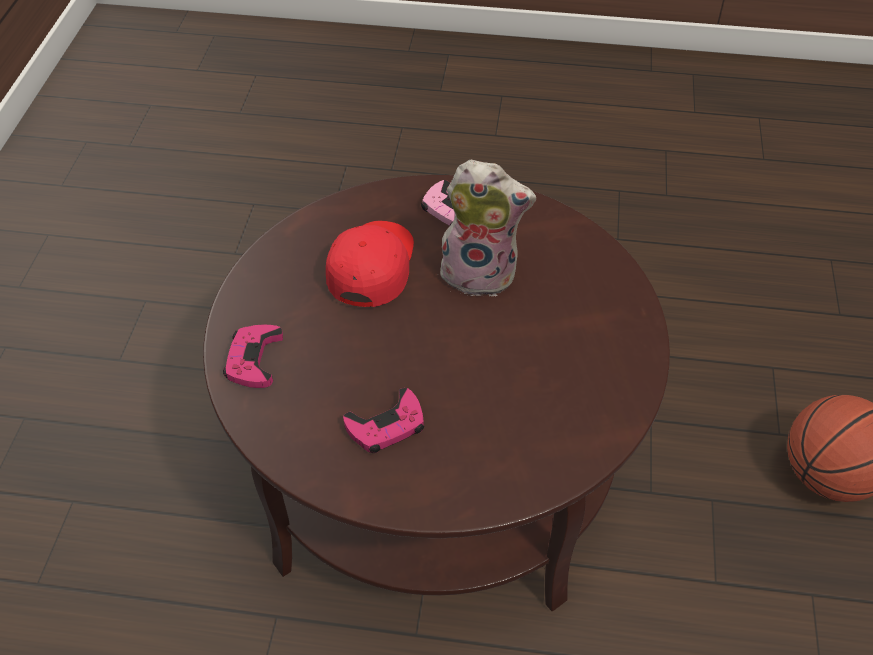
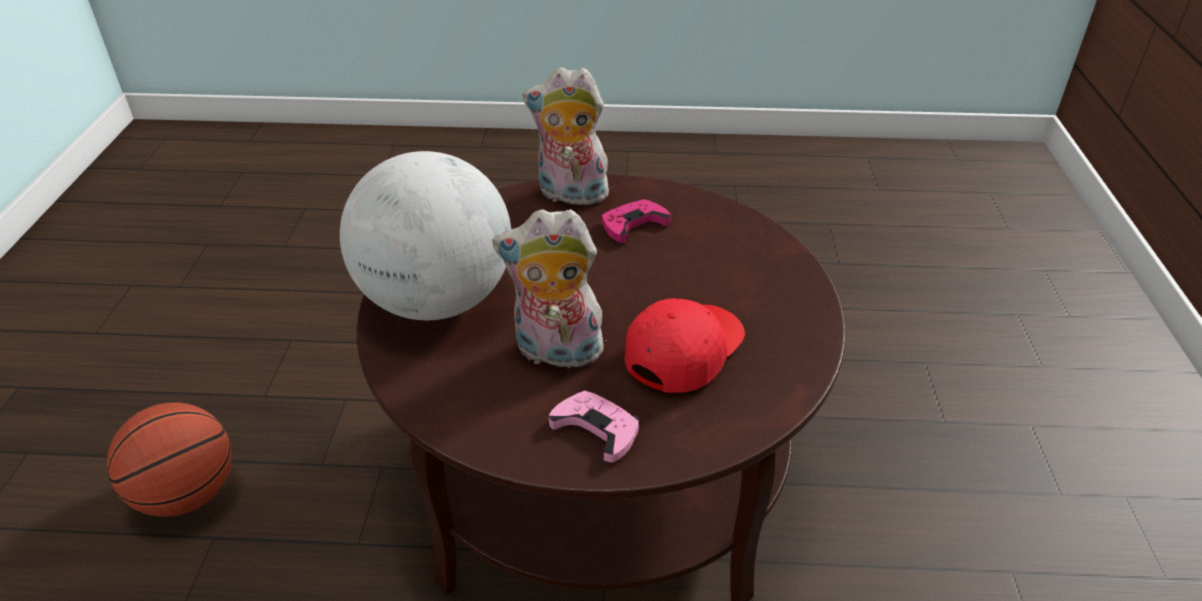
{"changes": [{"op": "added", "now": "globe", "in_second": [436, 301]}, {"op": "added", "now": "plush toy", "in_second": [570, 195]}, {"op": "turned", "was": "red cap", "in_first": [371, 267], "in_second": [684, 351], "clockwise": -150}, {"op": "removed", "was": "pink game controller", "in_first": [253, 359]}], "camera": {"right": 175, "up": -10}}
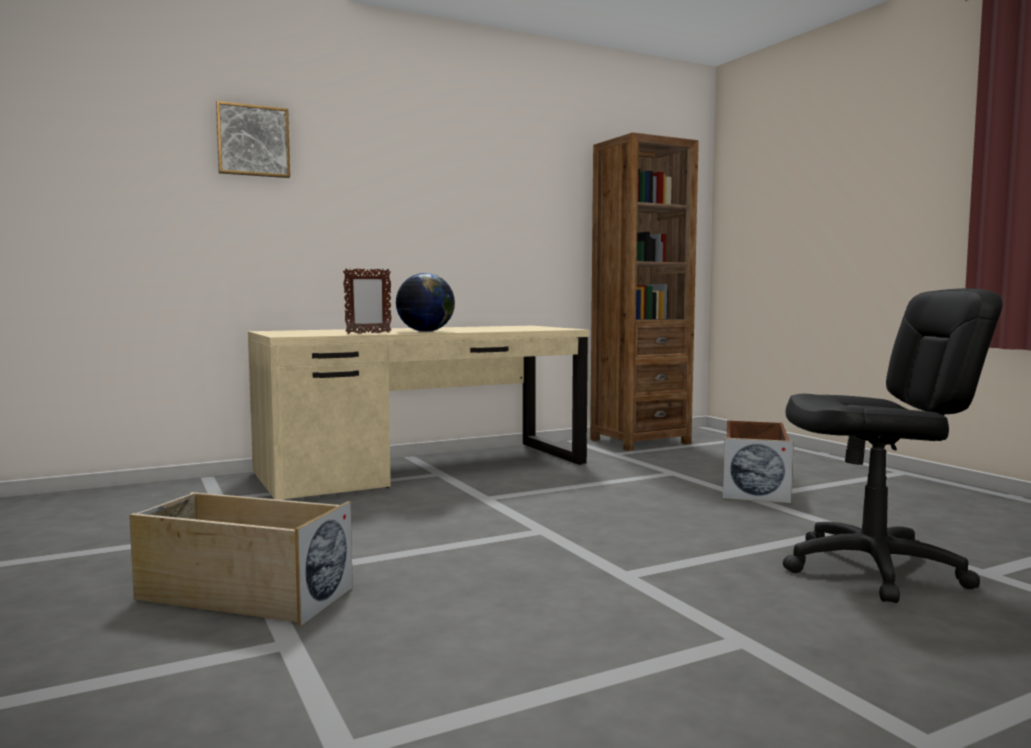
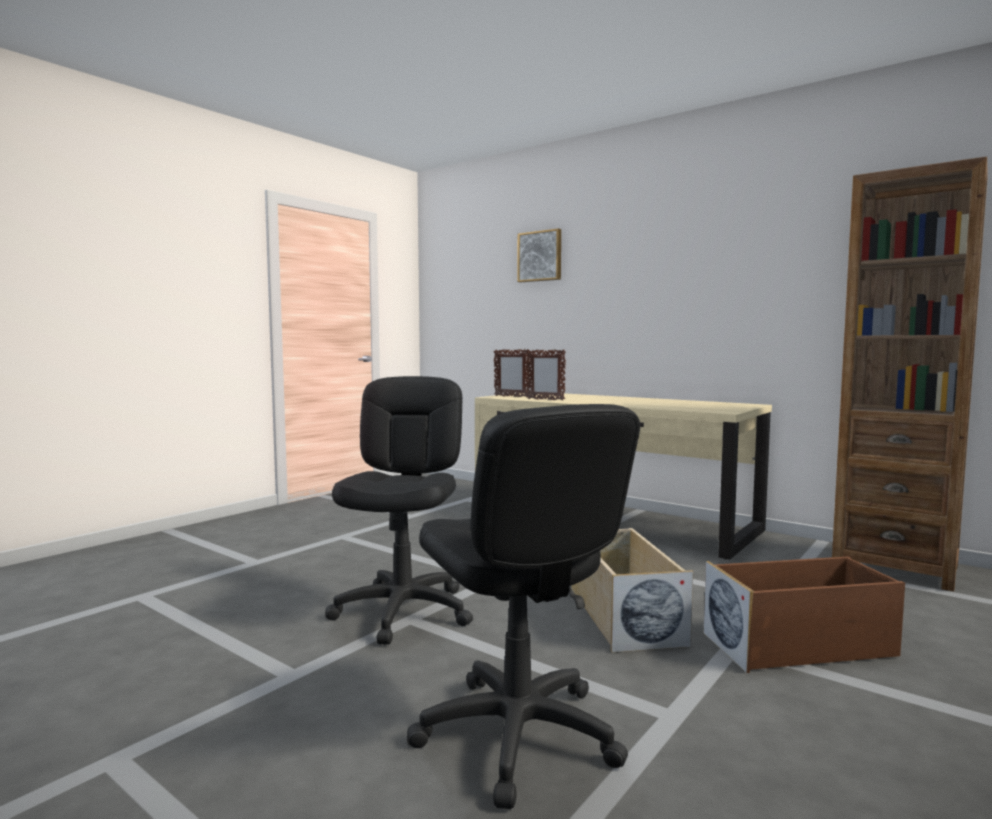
{"changes": [{"op": "added", "now": "black office chair", "in_second": [404, 612]}, {"op": "added", "now": "picture frame", "in_second": [511, 396]}, {"op": "moved", "was": "beige storage box", "in_first": [242, 594], "in_second": [622, 614]}, {"op": "removed", "was": "globe", "in_first": [425, 331]}], "camera": {"right": 65, "up": 0}}
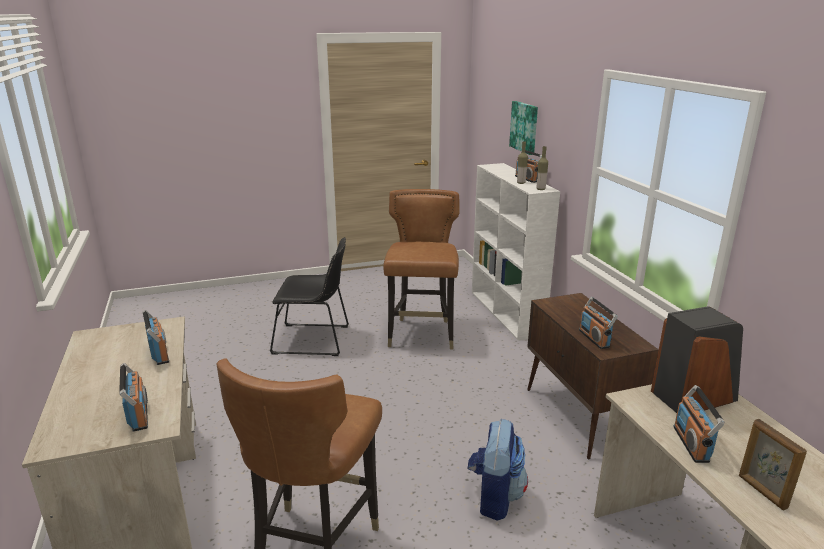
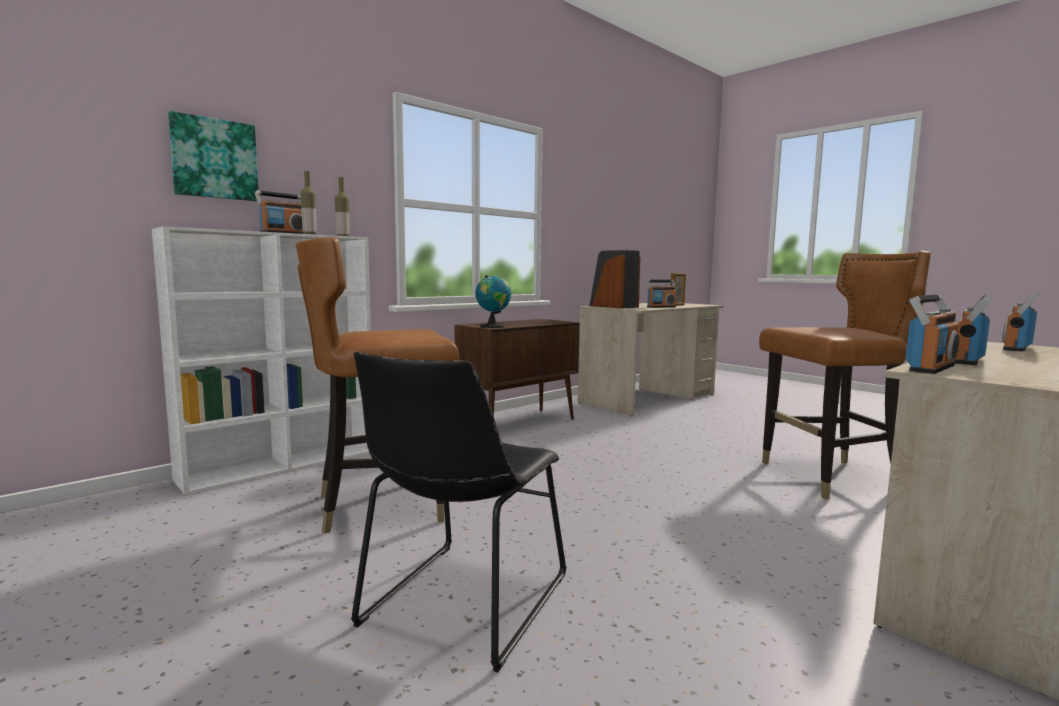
{"changes": [{"op": "turned", "was": "black chair", "in_first": [315, 340], "in_second": [461, 604], "clockwise": -135}, {"op": "added", "now": "globe", "in_second": [493, 326]}, {"op": "moved", "was": "radio", "in_first": [594, 338], "in_second": [930, 368]}, {"op": "removed", "was": "backpack", "in_first": [494, 497]}], "camera": {"right": -115, "up": -15}}
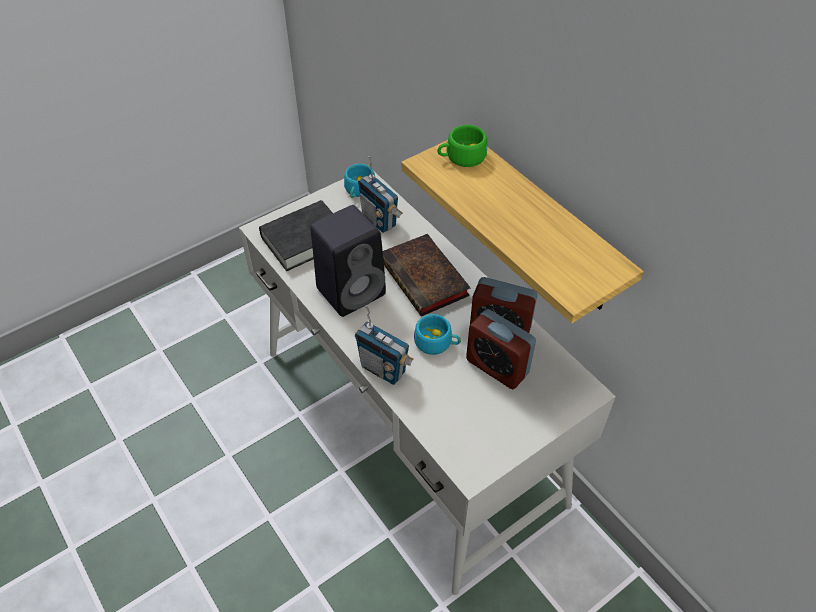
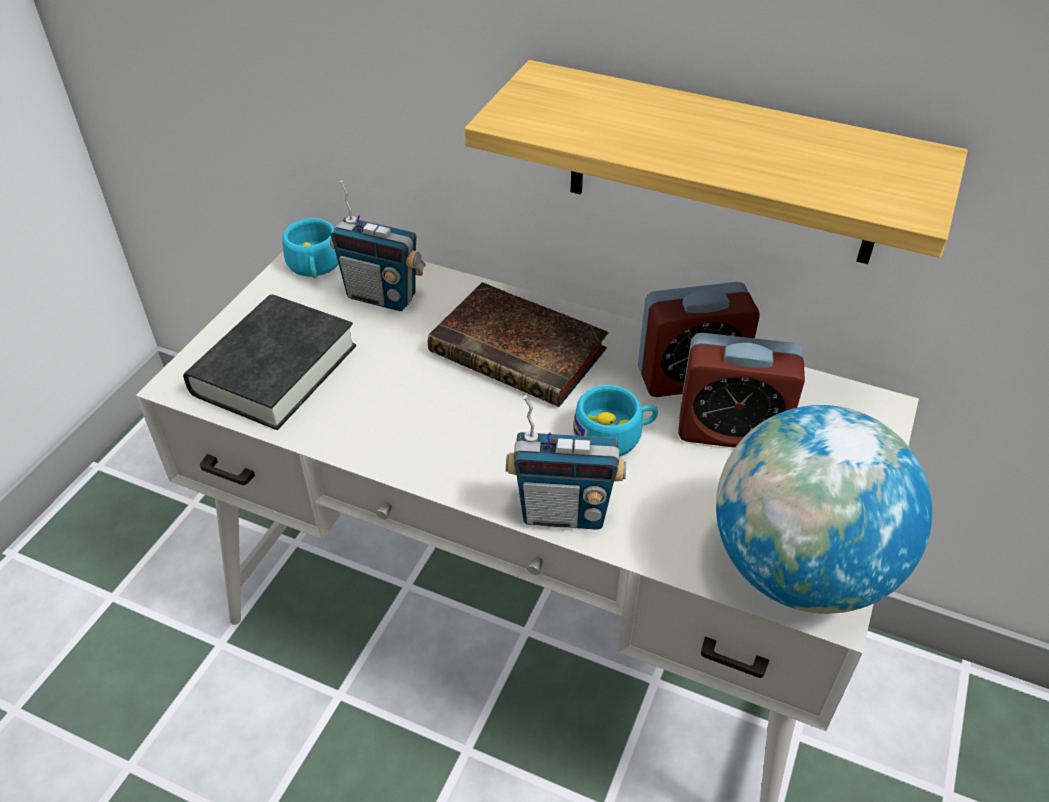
{"changes": [{"op": "added", "now": "globe", "in_second": [799, 569]}, {"op": "removed", "was": "black speaker", "in_first": [352, 290]}, {"op": "removed", "was": "green cup", "in_first": [461, 157]}], "camera": {"right": -30, "up": -5}}
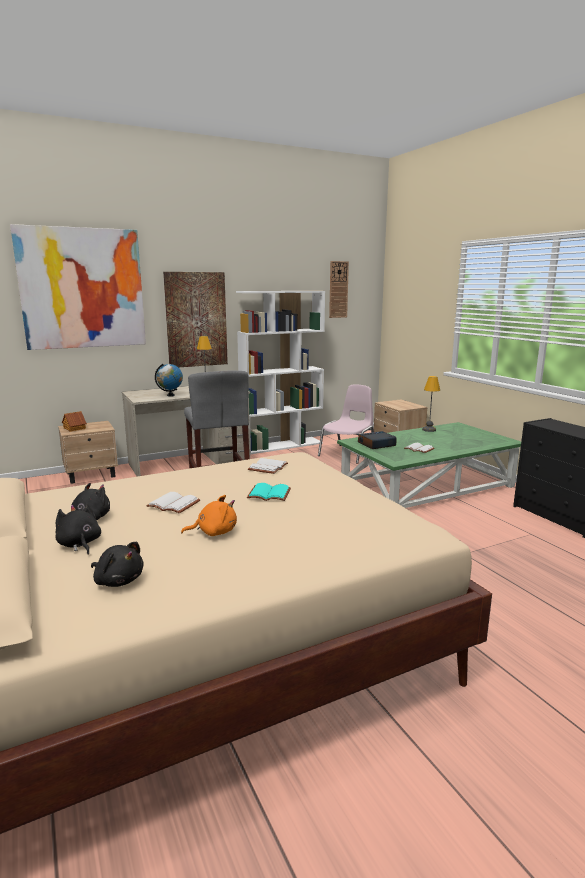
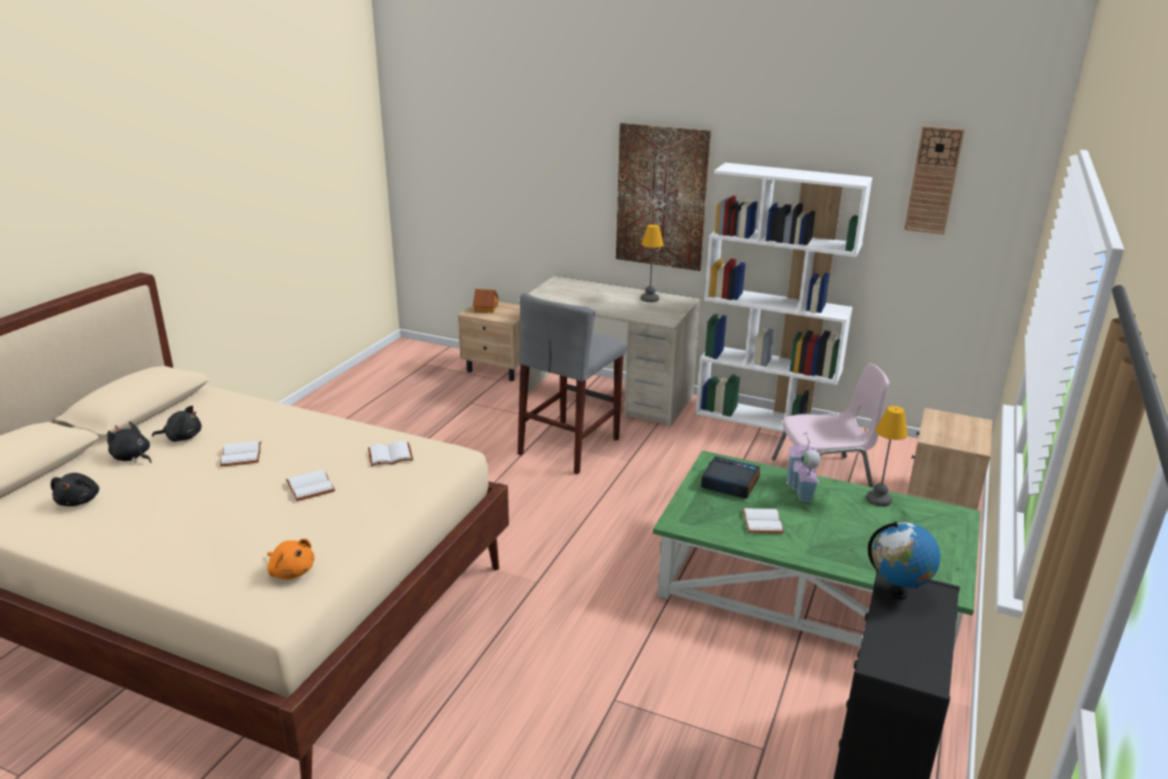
{"changes": [{"op": "turned", "was": "black plush toy", "in_first": [79, 544], "in_second": [132, 457], "clockwise": -75}, {"op": "moved", "was": "orange plush toy", "in_first": [214, 532], "in_second": [291, 571]}, {"op": "recoloured", "was": "turquoise book", "now": "white book", "in_first": [268, 494], "in_second": [308, 486]}, {"op": "added", "now": "toy house", "in_second": [801, 488]}, {"op": "moved", "was": "globe", "in_first": [170, 395], "in_second": [897, 593]}, {"op": "removed", "was": "picture", "in_first": [82, 288]}], "camera": {"right": 50, "up": 10}}
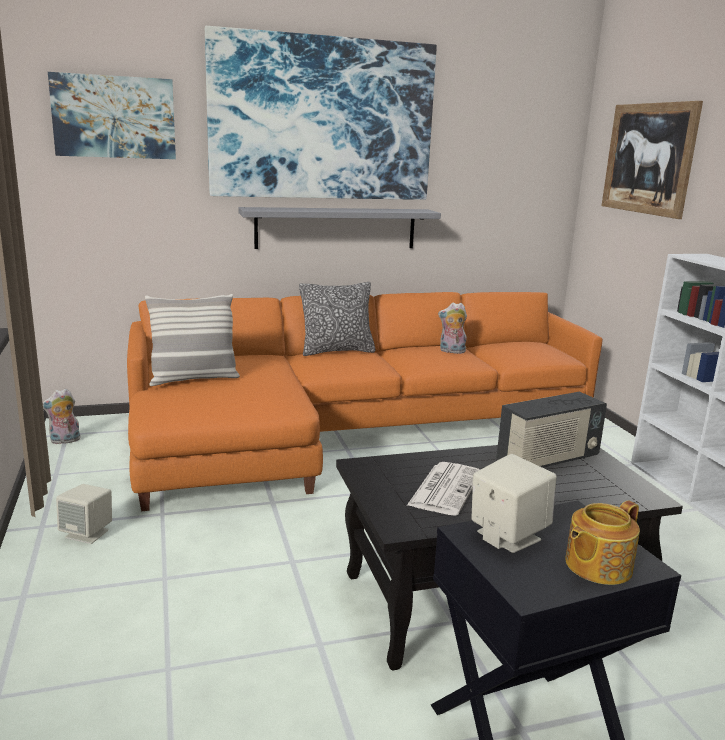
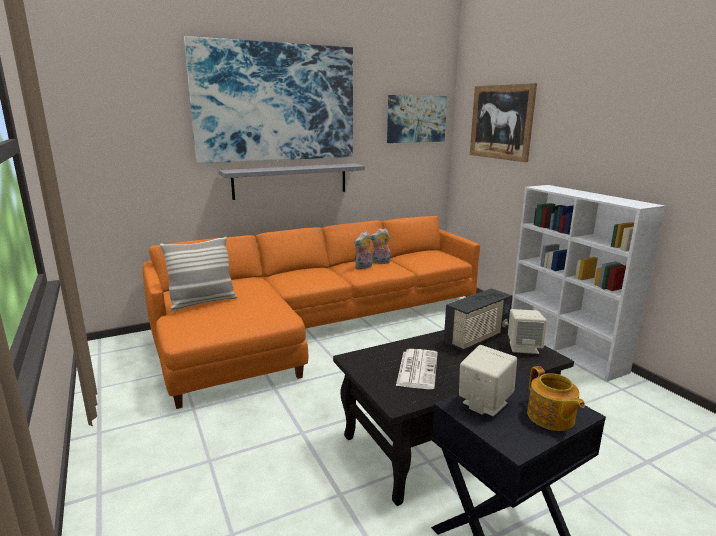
{"changes": [{"op": "moved", "was": "plush toy", "in_first": [64, 441], "in_second": [363, 267]}, {"op": "moved", "was": "picture", "in_first": [114, 117], "in_second": [416, 119]}, {"op": "moved", "was": "beige speaker", "in_first": [88, 533], "in_second": [523, 347]}, {"op": "turned", "was": "teapot", "in_first": [596, 565], "in_second": [550, 417], "clockwise": -60}, {"op": "removed", "was": "pillow", "in_first": [336, 351]}], "camera": {"right": -10, "up": 0}}
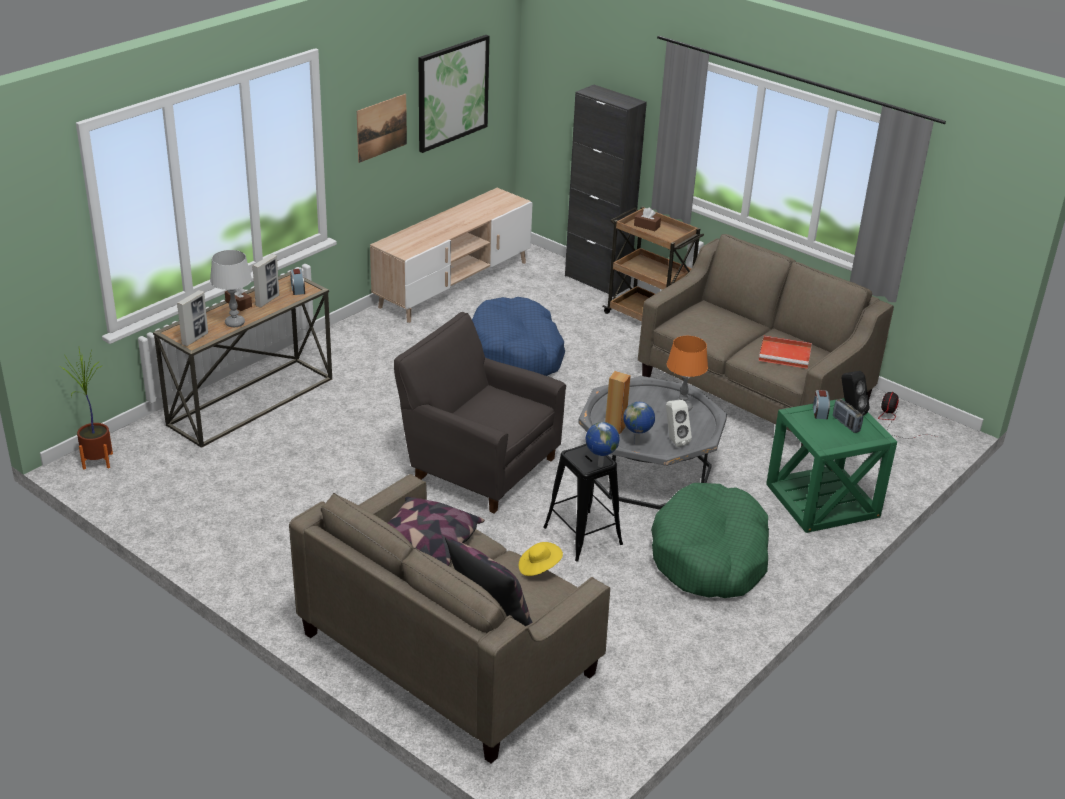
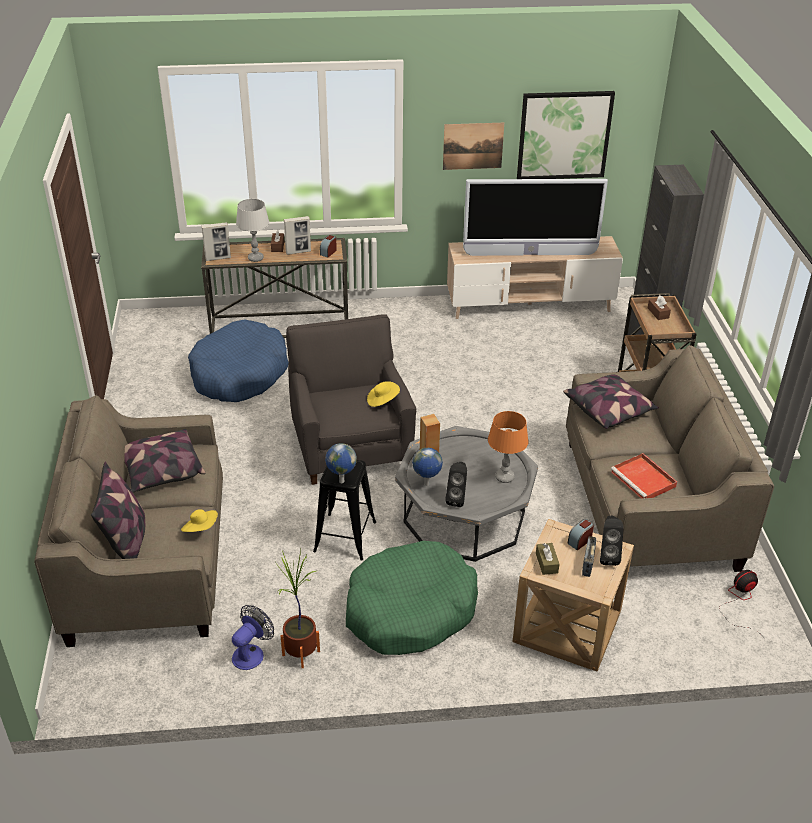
{"changes": [{"op": "moved", "was": "blue dog bed", "in_first": [516, 353], "in_second": [239, 374]}, {"op": "added", "now": "fan", "in_second": [251, 653]}, {"op": "moved", "was": "potted plant", "in_first": [97, 461], "in_second": [301, 653]}, {"op": "added", "now": "yellow hat", "in_second": [382, 400]}, {"op": "recoloured", "was": "white speaker", "now": "black speaker", "in_first": [674, 440], "in_second": [457, 499]}, {"op": "added", "now": "television", "in_second": [530, 254]}, {"op": "recoloured", "was": "green side table", "now": "beige side table", "in_first": [822, 500], "in_second": [567, 626]}, {"op": "added", "now": "brown tissue box", "in_second": [546, 563]}, {"op": "added", "now": "pillow", "in_second": [609, 410]}], "camera": {"right": 45, "up": 5}}
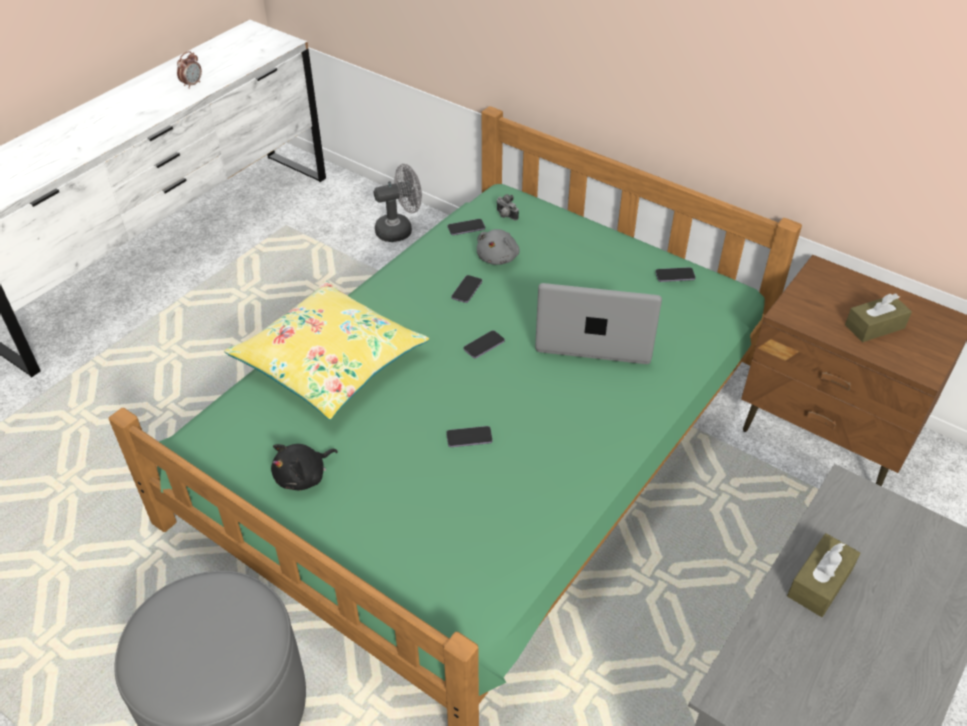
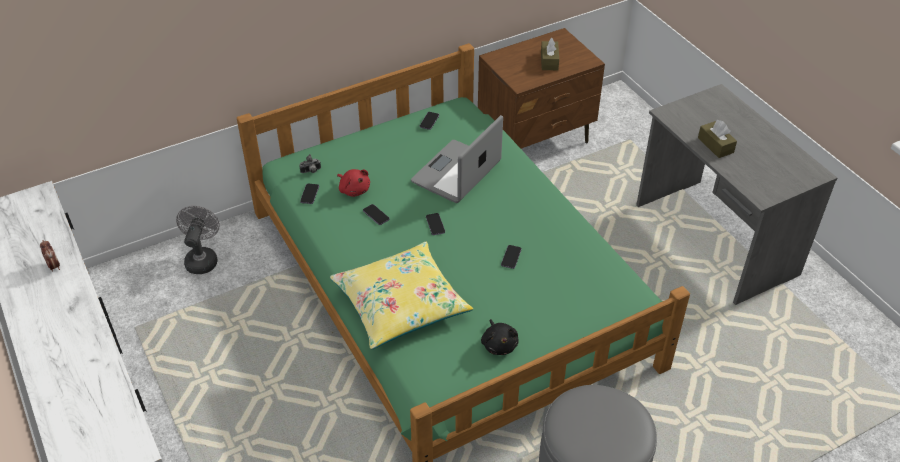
{"changes": [{"op": "recoloured", "was": "grey plush toy", "now": "red plush toy", "in_first": [498, 257], "in_second": [354, 189]}], "camera": {"right": -65, "up": 0}}
